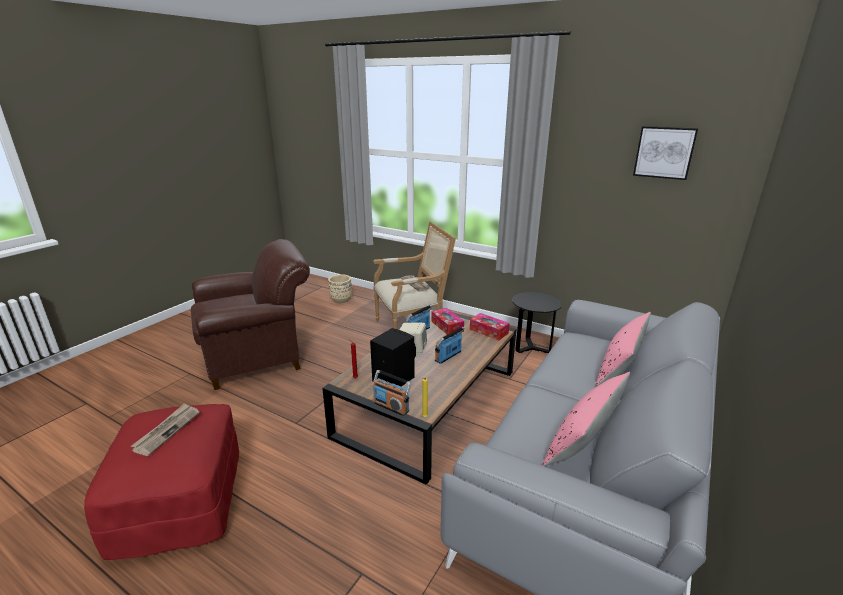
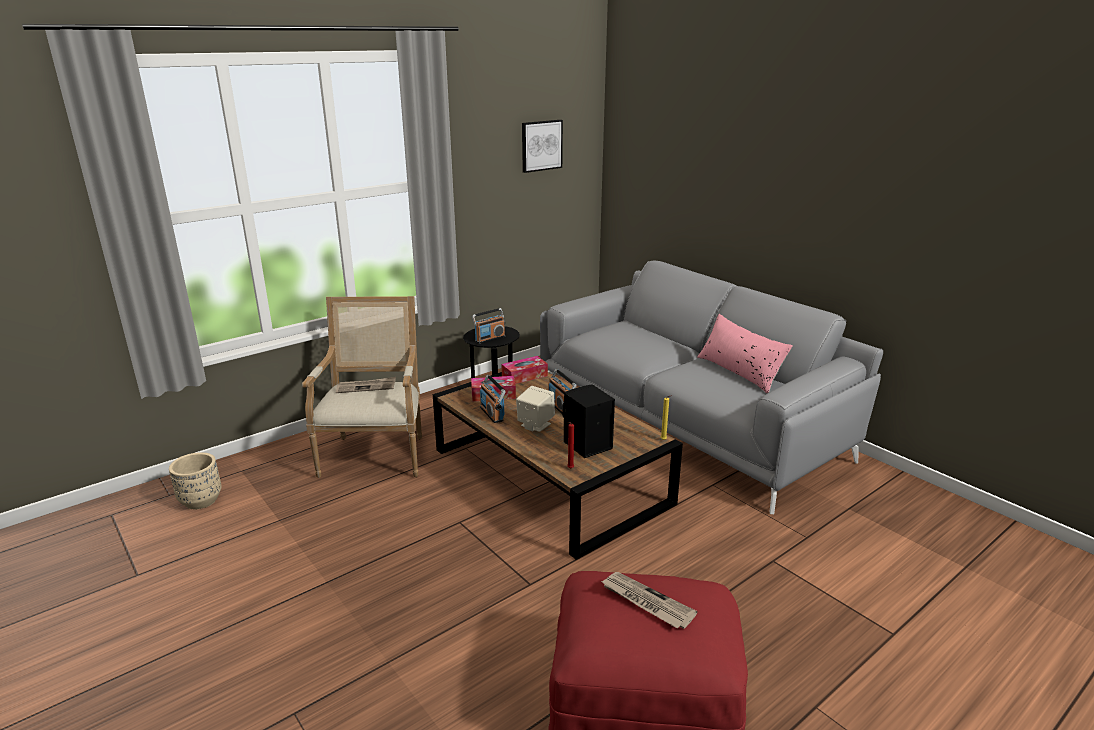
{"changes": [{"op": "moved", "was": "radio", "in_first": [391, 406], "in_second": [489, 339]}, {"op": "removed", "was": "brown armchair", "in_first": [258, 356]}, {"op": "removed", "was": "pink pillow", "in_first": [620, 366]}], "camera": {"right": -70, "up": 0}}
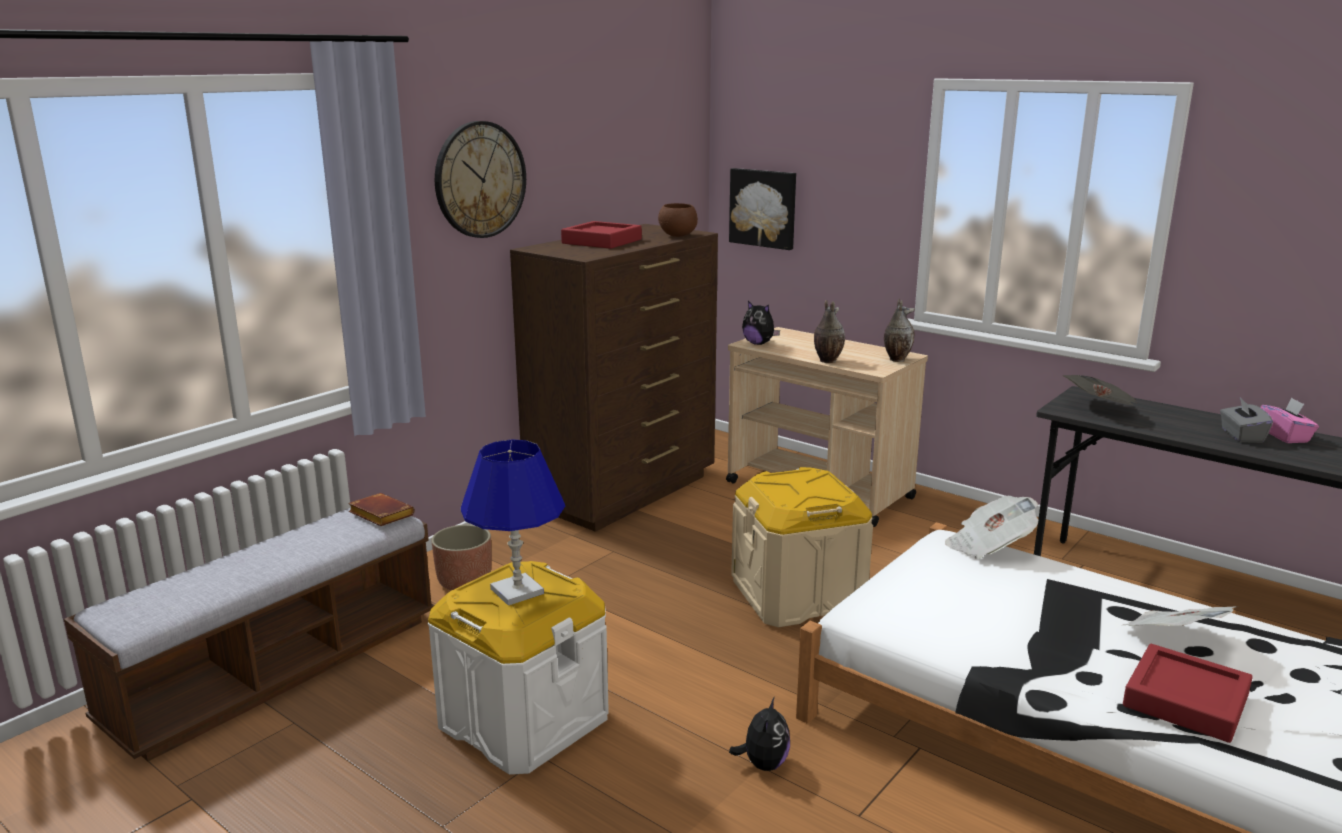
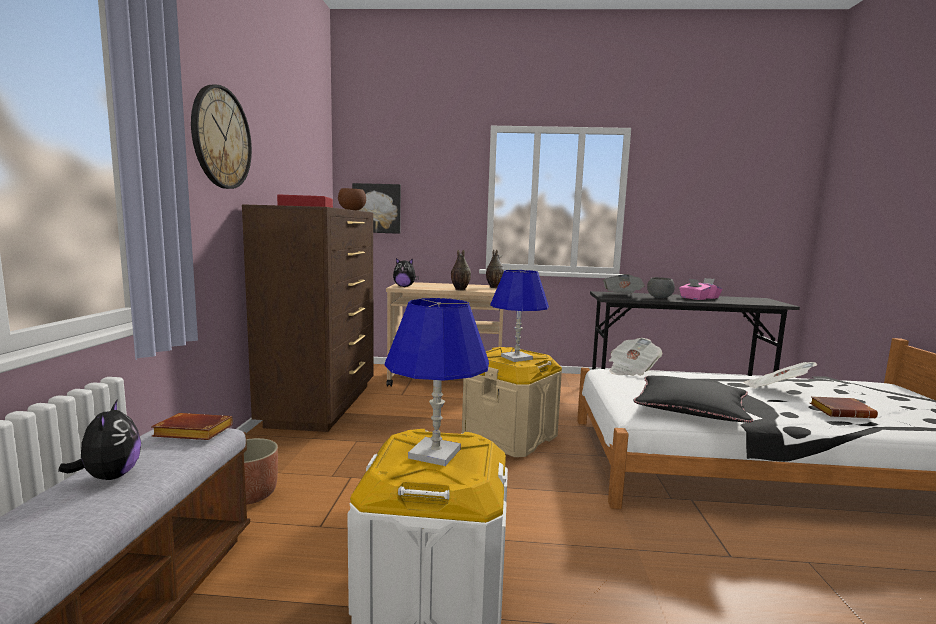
{"changes": [{"op": "moved", "was": "plush toy", "in_first": [763, 764], "in_second": [109, 476]}, {"op": "added", "now": "blue table lamp", "in_second": [516, 358]}, {"op": "added", "now": "black pillow", "in_second": [690, 408]}, {"op": "added", "now": "grey bowl", "in_second": [659, 298]}, {"op": "recoloured", "was": "grey tissue box", "now": "pink tissue box", "in_first": [1241, 436], "in_second": [693, 298]}, {"op": "replaced", "was": "red tray", "now": "brown book", "in_first": [1185, 700], "in_second": [842, 412]}], "camera": {"right": -35, "up": -10}}
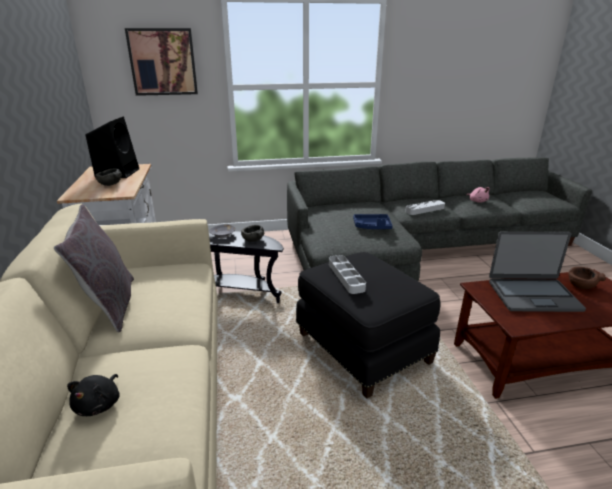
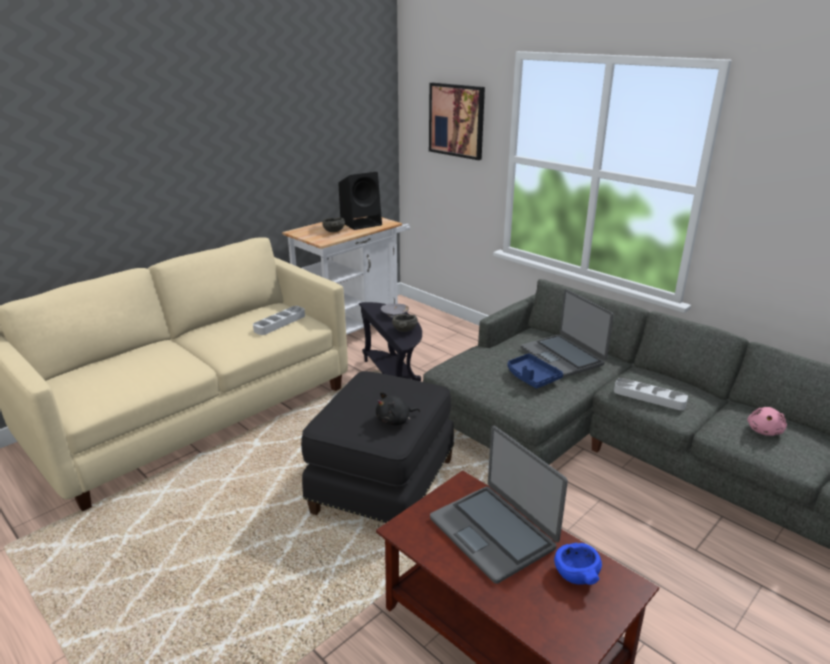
{"changes": [{"op": "moved", "was": "grey tray", "in_first": [346, 276], "in_second": [280, 323]}, {"op": "moved", "was": "black plush toy", "in_first": [99, 404], "in_second": [395, 420]}, {"op": "added", "now": "laptop", "in_second": [562, 356]}, {"op": "recoloured", "was": "brown bowl", "now": "blue bowl", "in_first": [580, 286], "in_second": [575, 575]}, {"op": "removed", "was": "grey pillow", "in_first": [109, 305]}], "camera": {"right": 55, "up": 0}}
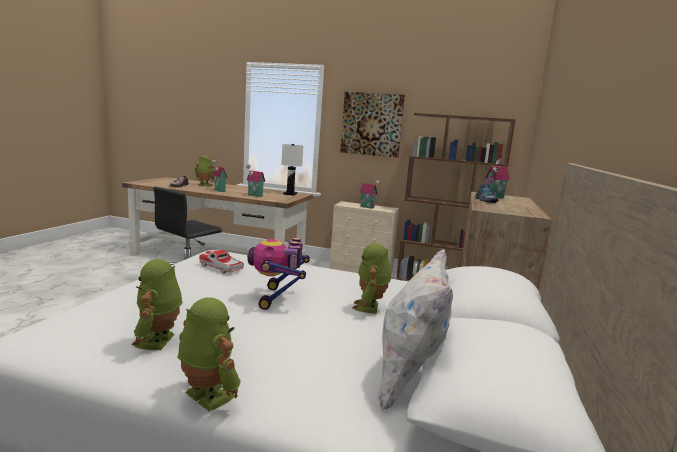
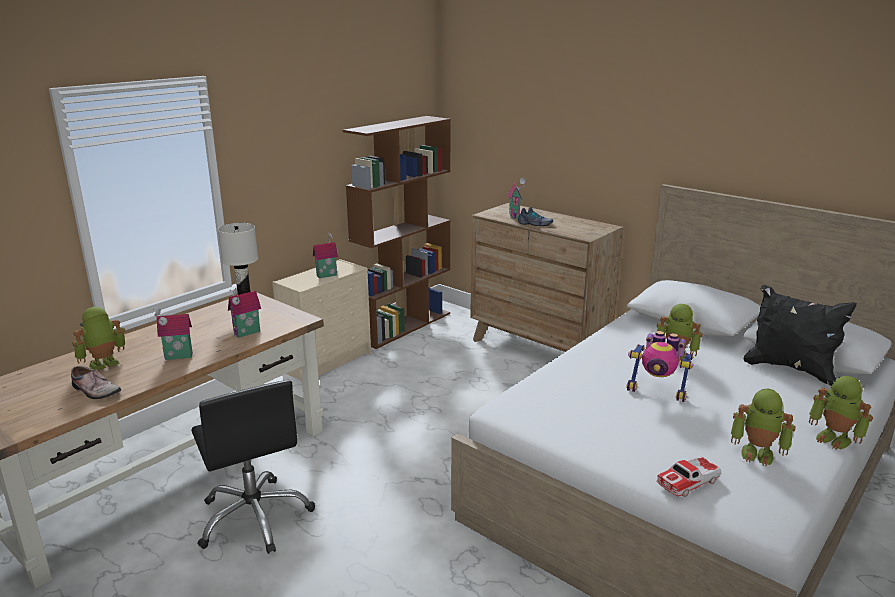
{"changes": [{"op": "moved", "was": "toy car", "in_first": [221, 268], "in_second": [688, 482]}, {"op": "recoloured", "was": "white pillow", "now": "black pillow", "in_first": [409, 376], "in_second": [790, 369]}, {"op": "turned", "was": "toy robot", "in_first": [205, 397], "in_second": [835, 439], "clockwise": -105}, {"op": "removed", "was": "picture", "in_first": [372, 124]}], "camera": {"right": -65, "up": 10}}
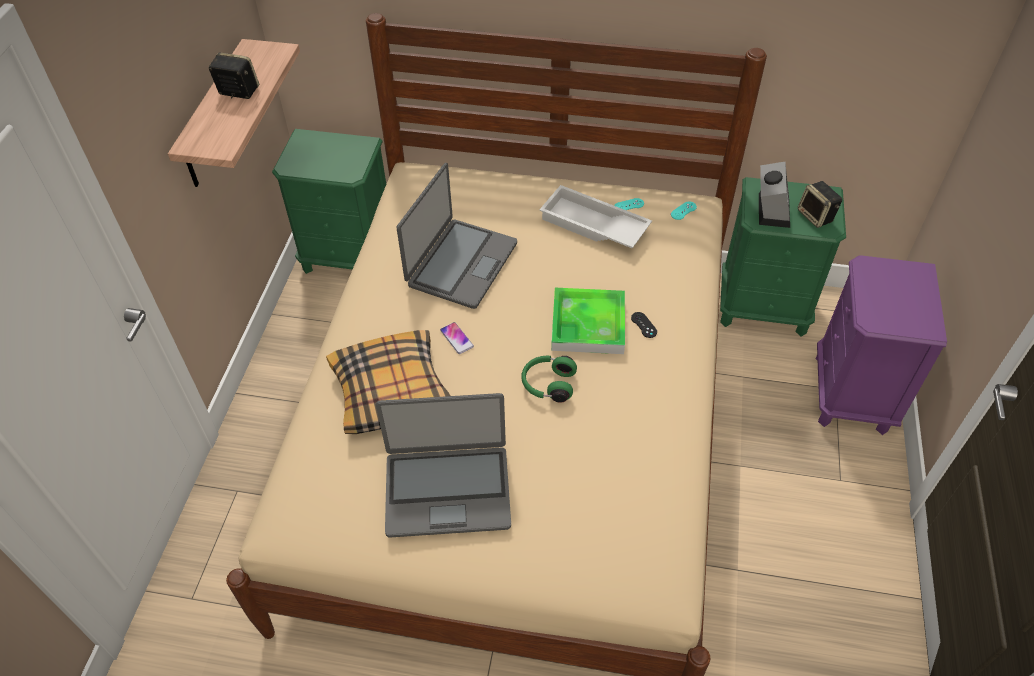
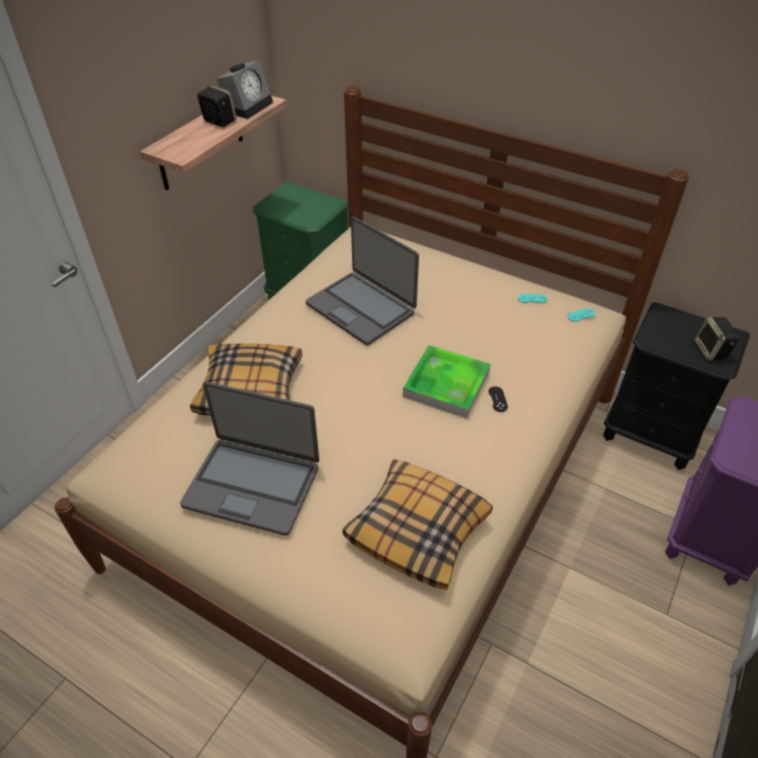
{"changes": [{"op": "moved", "was": "alarm clock", "in_first": [771, 208], "in_second": [248, 106]}, {"op": "turned", "was": "laptop", "in_first": [461, 264], "in_second": [361, 308], "clockwise": 90}, {"op": "added", "now": "pillow", "in_second": [418, 529]}, {"op": "recoloured", "was": "green nightstand", "now": "black nightstand", "in_first": [764, 308], "in_second": [651, 434]}, {"op": "removed", "was": "phone", "in_first": [456, 338]}, {"op": "removed", "was": "green headphones", "in_first": [548, 384]}, {"op": "removed", "was": "white tray", "in_first": [592, 226]}], "camera": {"right": 20, "up": -5}}
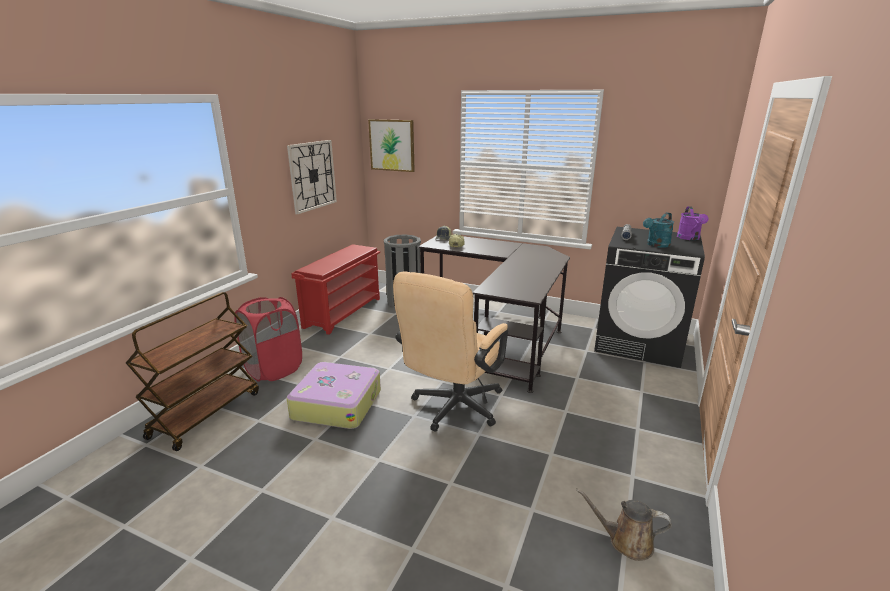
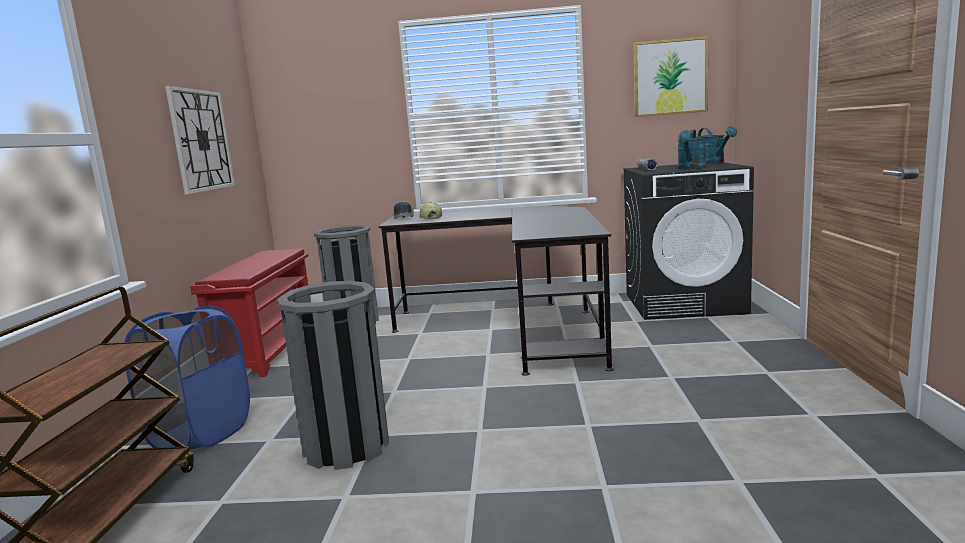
{"changes": [{"op": "recoloured", "was": "red laundry basket", "now": "blue laundry basket", "in_first": [274, 369], "in_second": [200, 434]}, {"op": "replaced", "was": "suitcase", "now": "grey trash can", "in_first": [337, 404], "in_second": [346, 447]}, {"op": "moved", "was": "picture", "in_first": [392, 145], "in_second": [670, 77]}, {"op": "recoloured", "was": "purple watering can", "now": "turquoise watering can", "in_first": [689, 238], "in_second": [714, 163]}, {"op": "removed", "was": "beige office chair", "in_first": [453, 409]}, {"op": "removed", "was": "brown watering can", "in_first": [626, 541]}], "camera": {"right": -20, "up": -10}}
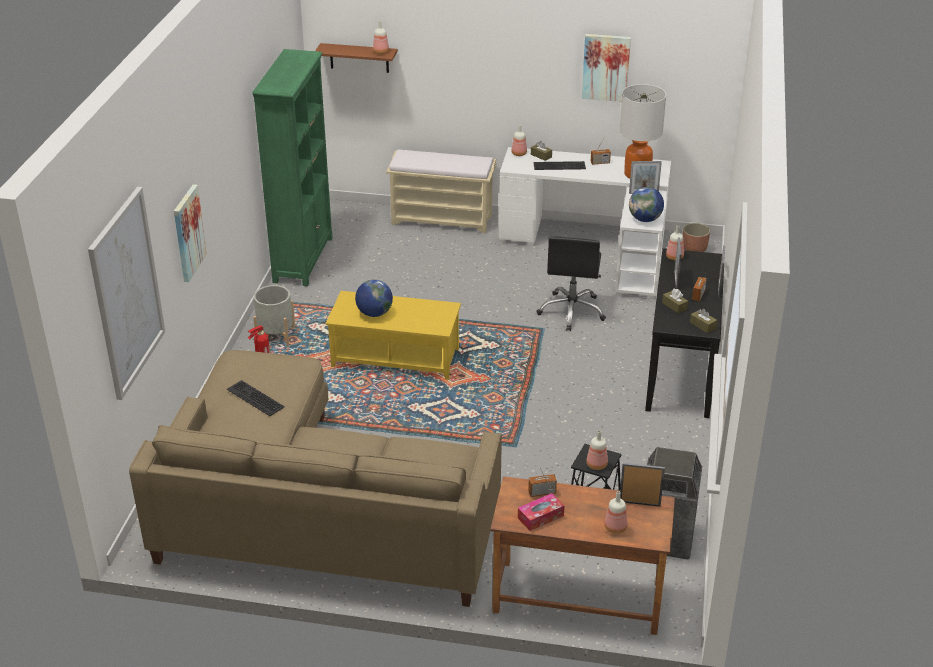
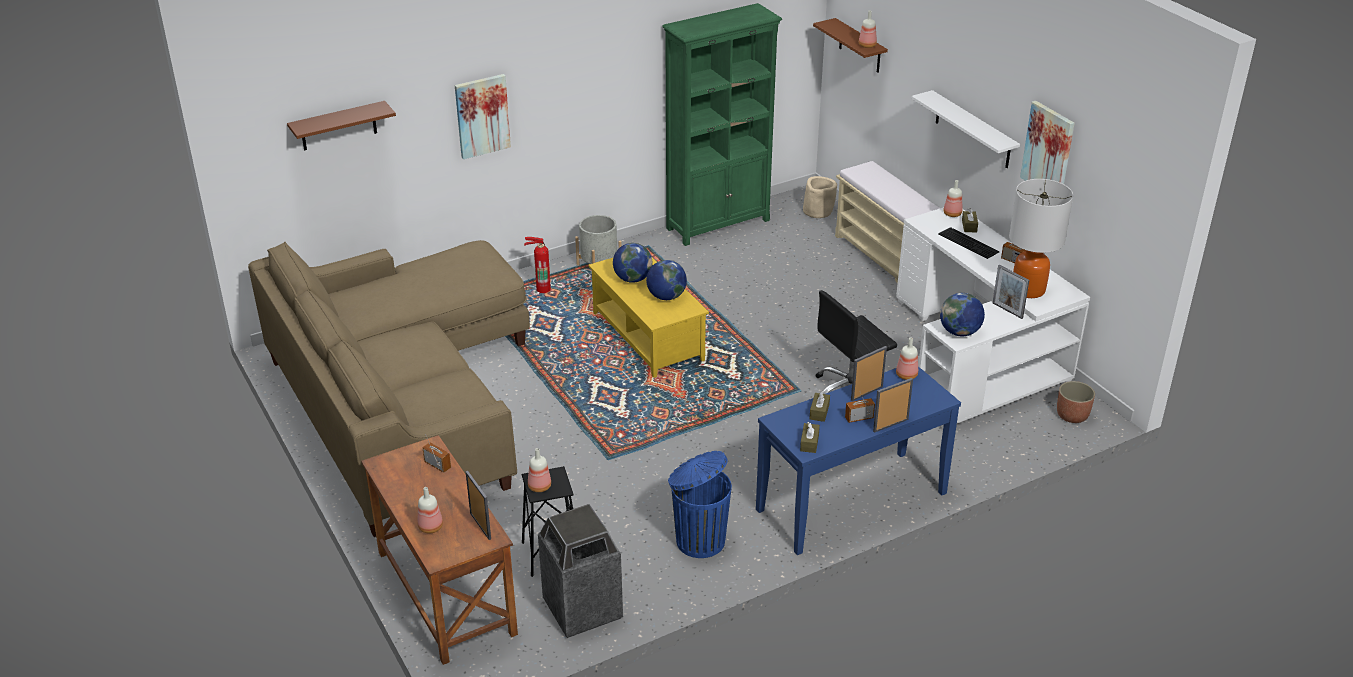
{"changes": [{"op": "replaced", "was": "picture", "now": "brown shelf", "in_first": [126, 293], "in_second": [338, 126]}, {"op": "added", "now": "globe", "in_second": [666, 296]}, {"op": "added", "now": "blue trash can", "in_second": [699, 540]}, {"op": "recoloured", "was": "black console table", "now": "blue console table", "in_first": [681, 369], "in_second": [852, 502]}, {"op": "added", "now": "beige planter", "in_second": [818, 212]}, {"op": "added", "now": "white shelf", "in_second": [973, 130]}, {"op": "removed", "was": "keyboard", "in_first": [254, 398]}, {"op": "removed", "was": "tissue box", "in_first": [540, 517]}], "camera": {"right": 50, "up": 0}}
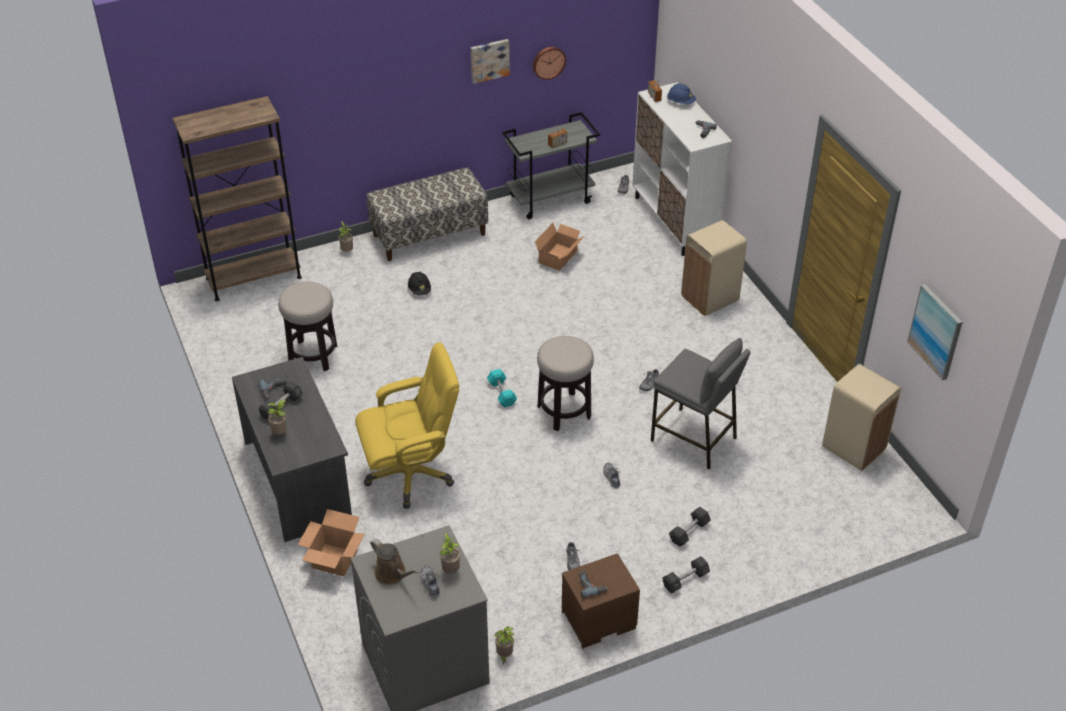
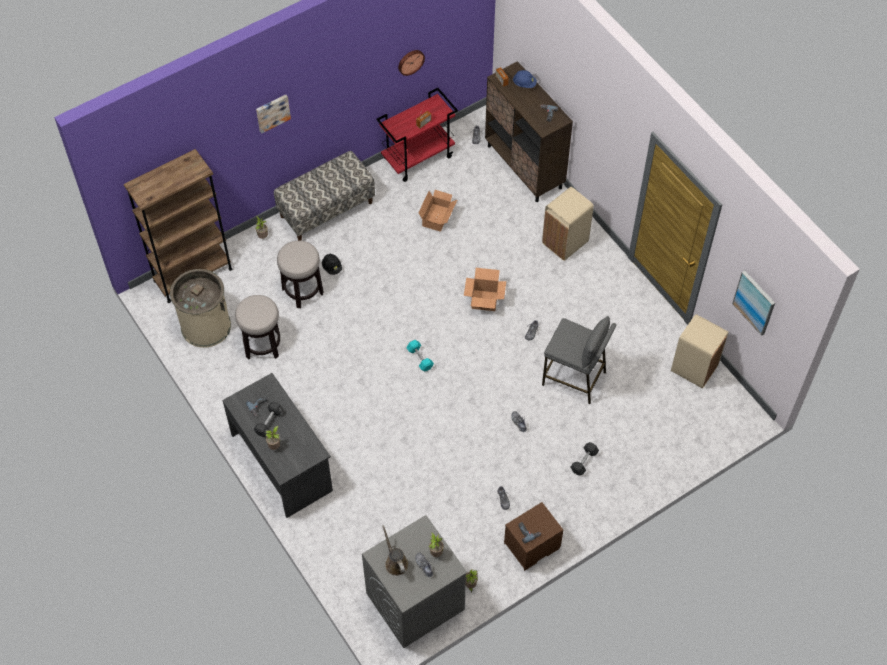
{"changes": [{"op": "added", "now": "beige trash can", "in_second": [206, 326]}, {"op": "moved", "was": "picture", "in_first": [489, 60], "in_second": [272, 112]}, {"op": "moved", "was": "stool", "in_first": [564, 412], "in_second": [302, 291]}, {"op": "recoloured", "was": "grey cart", "now": "red cart", "in_first": [550, 199], "in_second": [418, 157]}, {"op": "turned", "was": "brown watering can", "in_first": [392, 574], "in_second": [395, 562], "clockwise": -150}, {"op": "moved", "was": "cardboard box", "in_first": [335, 559], "in_second": [485, 300]}, {"op": "recoloured", "was": "white cabinet", "now": "brown cabinet", "in_first": [675, 221], "in_second": [524, 167]}, {"op": "removed", "was": "yellow office chair", "in_first": [411, 474]}, {"op": "removed", "was": "black dumbbell", "in_first": [685, 580]}], "camera": {"right": -10, "up": 15}}
